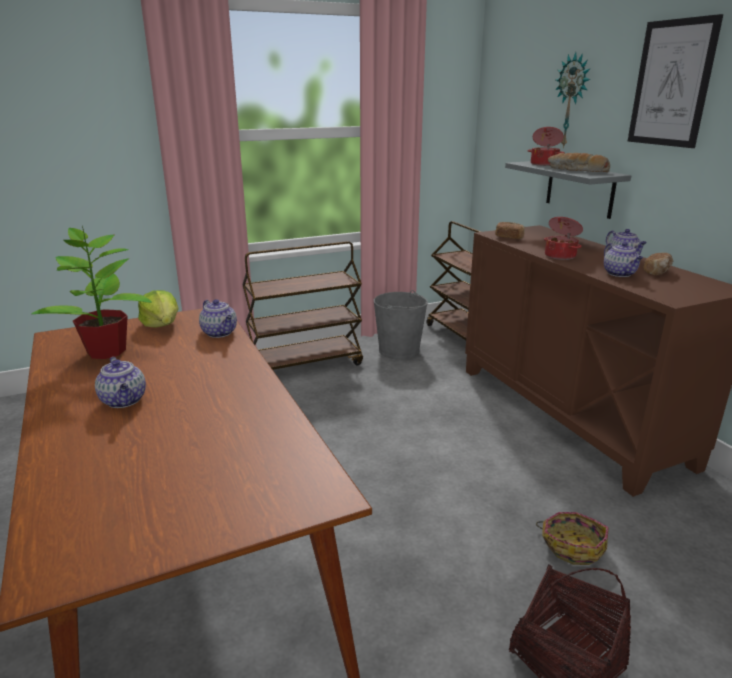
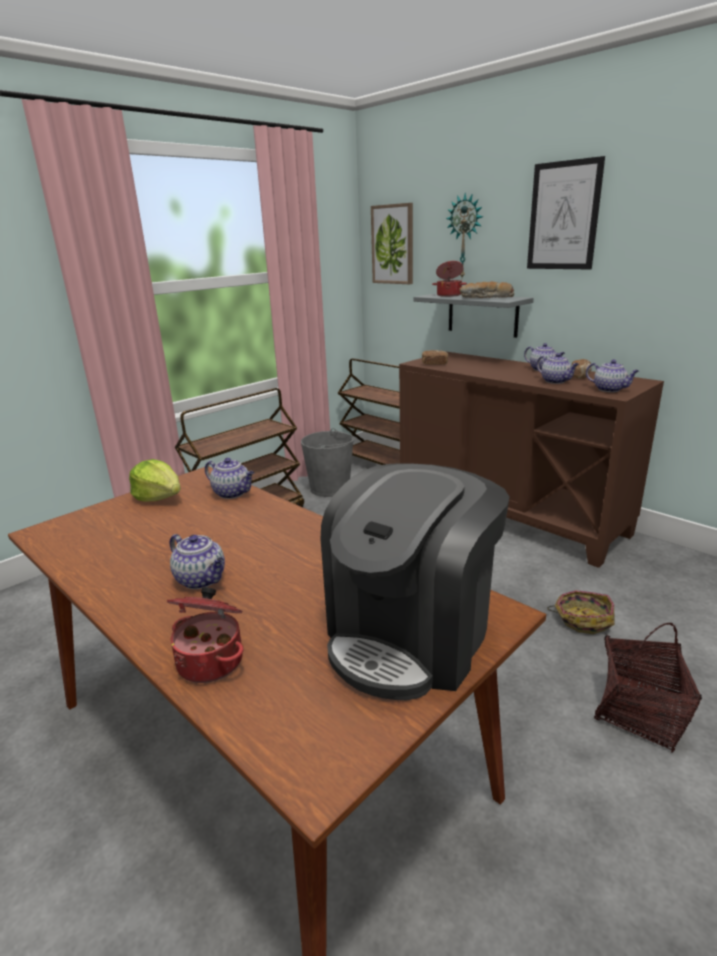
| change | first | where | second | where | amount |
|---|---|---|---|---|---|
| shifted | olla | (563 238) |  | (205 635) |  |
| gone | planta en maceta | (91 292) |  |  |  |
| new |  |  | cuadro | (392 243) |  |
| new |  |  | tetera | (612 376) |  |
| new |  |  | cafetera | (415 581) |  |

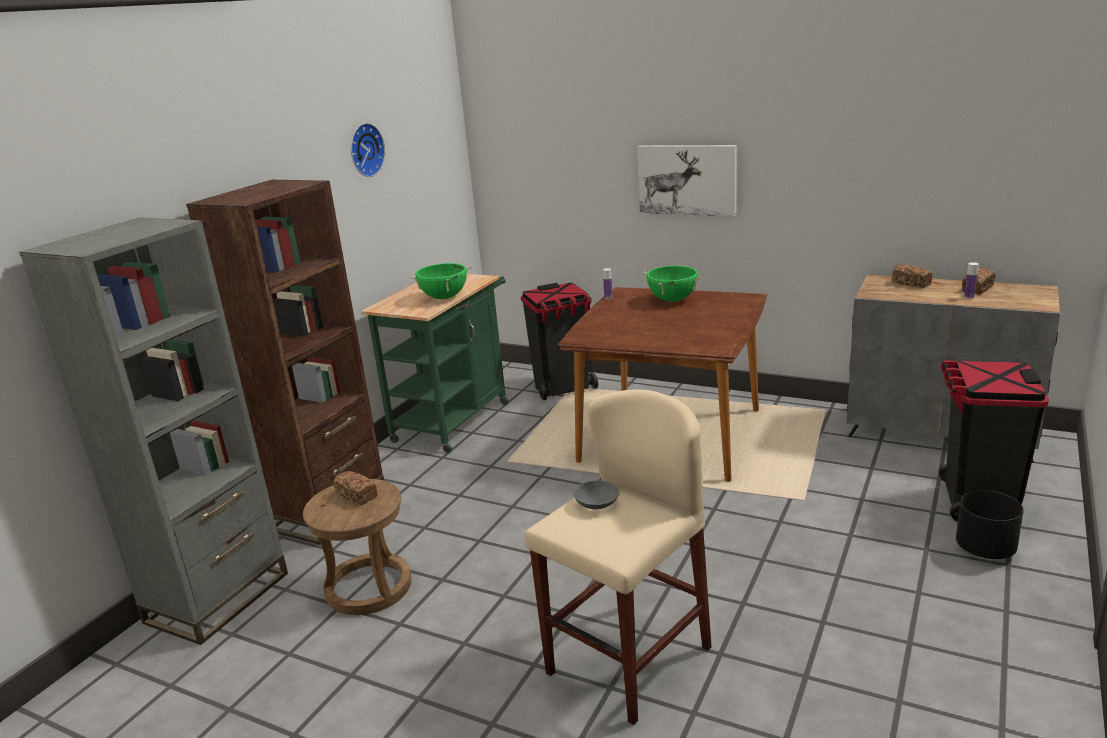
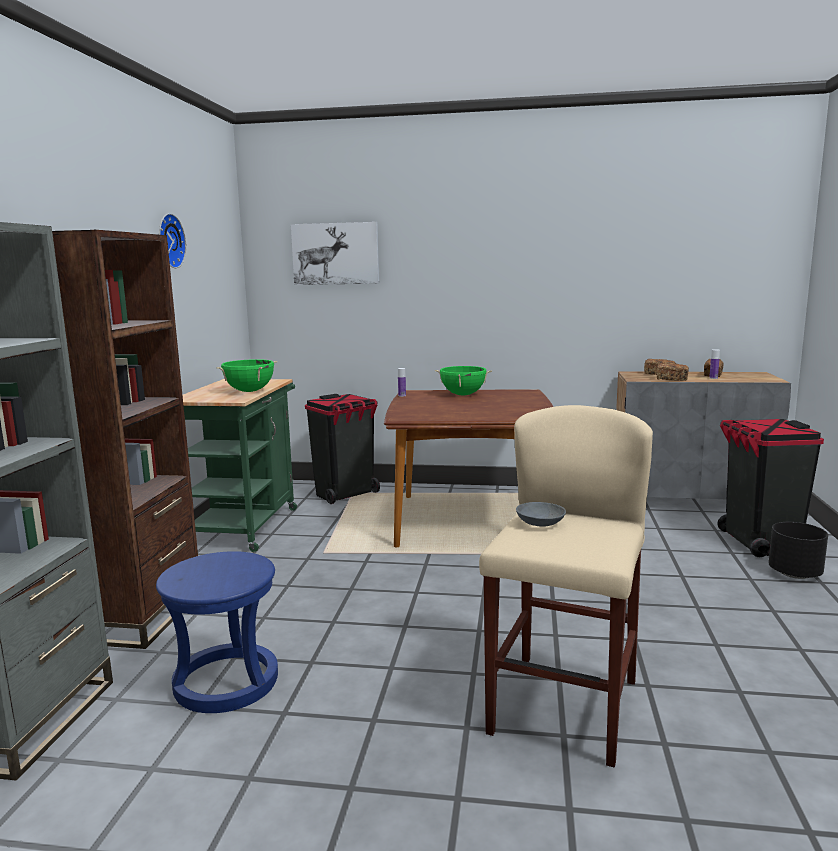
| change | first | where | second | where | amount |
|---|---|---|---|---|---|
| shifted | cuadro | (687 181) |  | (335 253) |  |
| shifted | pan | (355 488) |  | (673 372) |  |
| repainted | taburete [marrón] | (357 547) | taburete [azul] | (217 632) |  |

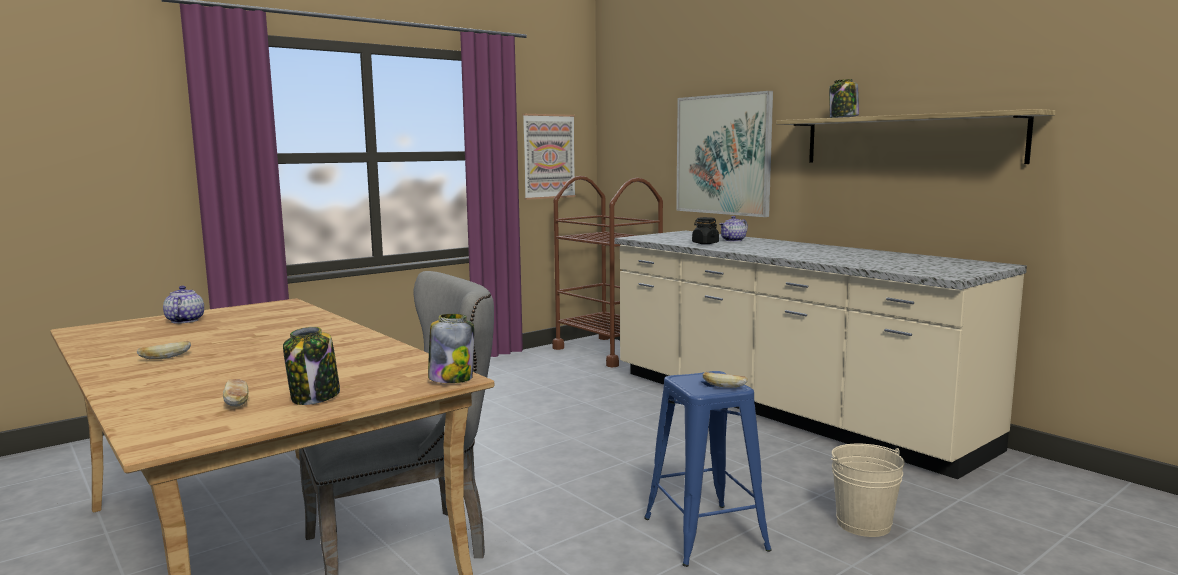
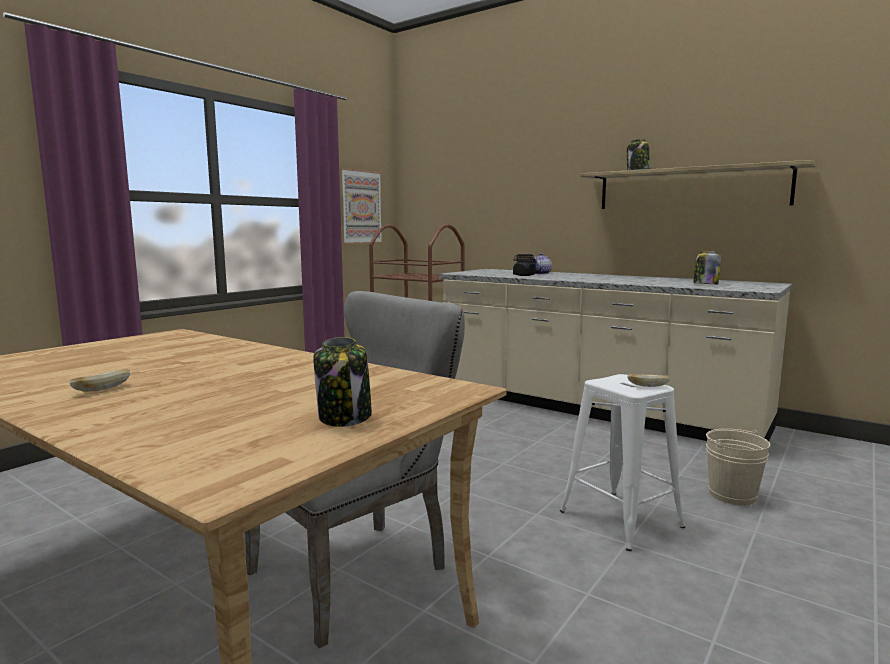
| change | first | where | second | where | amount |
|---|---|---|---|---|---|
| gone | cuadro | (724 154) |  |  |  |
| gone | tetera | (183 304) |  |  |  |
| shifted | tarro | (451 348) |  | (707 268) |  |
| repainted | taburete [azul] | (708 469) | taburete [blanco] | (622 462) |  |
| gone | pan | (236 393) |  |  |  |

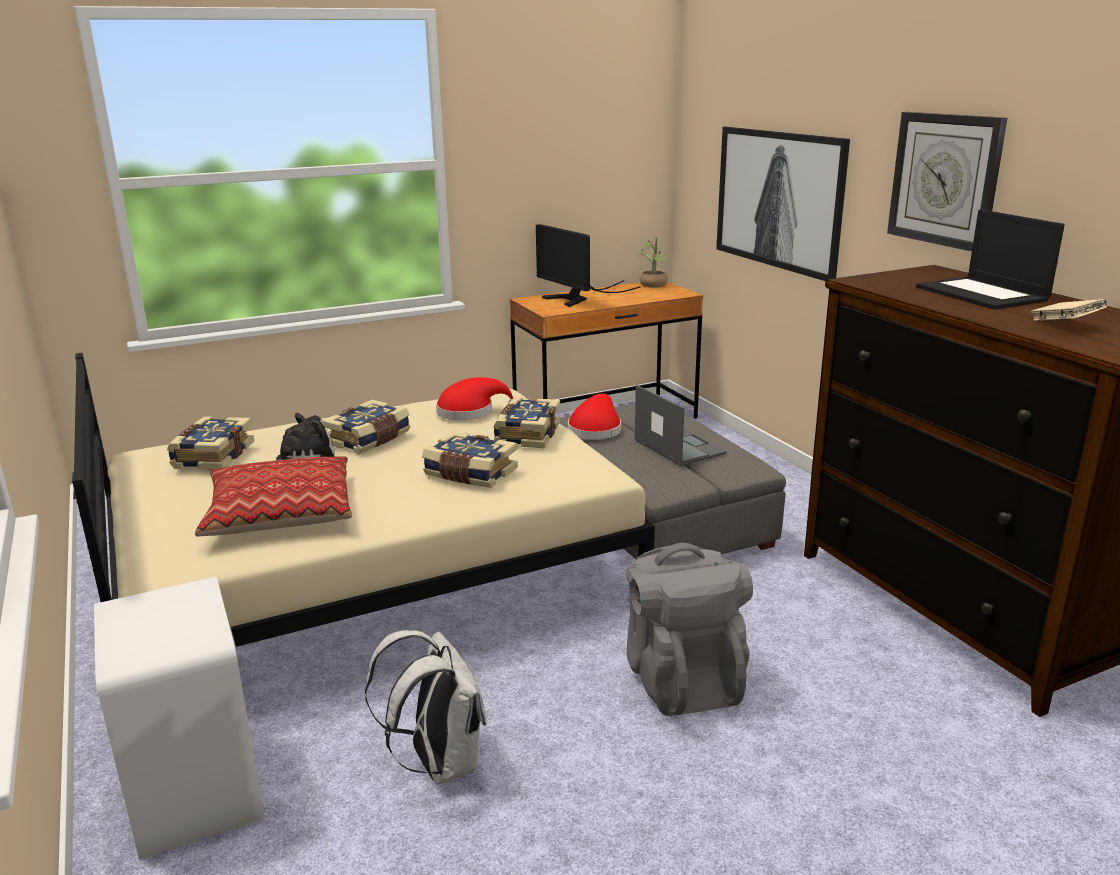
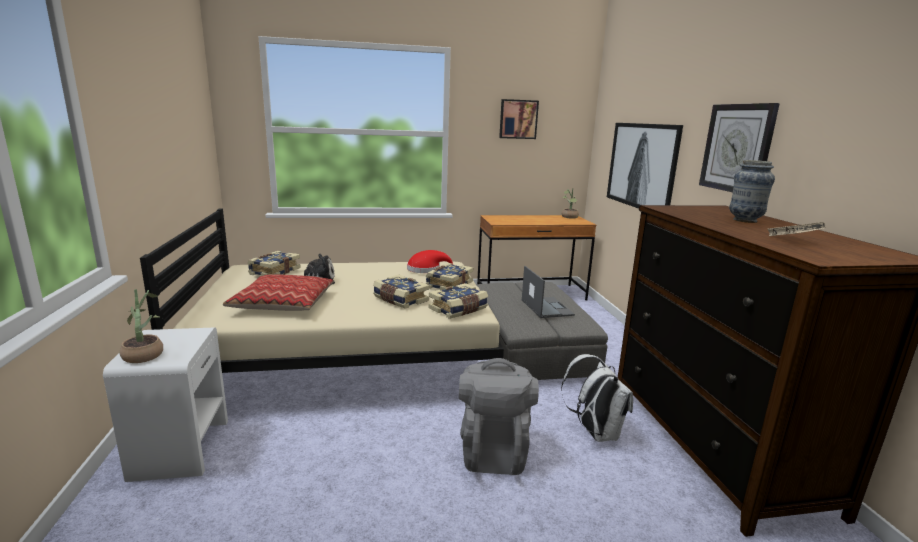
| change | first | where | second | where | amount |
|---|---|---|---|---|---|
| swapped | portátil | (990 259) | florero | (752 191) |  |
| gone | monitor | (588 265) |  |  |  |
| gone | sombrero [rojo] | (594 416) |  |  |  |
| shifted | libro | (366 427) |  | (458 301) |  |
| shifted | mochila [blanco] | (425 707) |  | (597 398) |  |
| new |  |  | cuadro | (519 119) |  |
| new |  |  | planta en maceta | (141 326) |  |

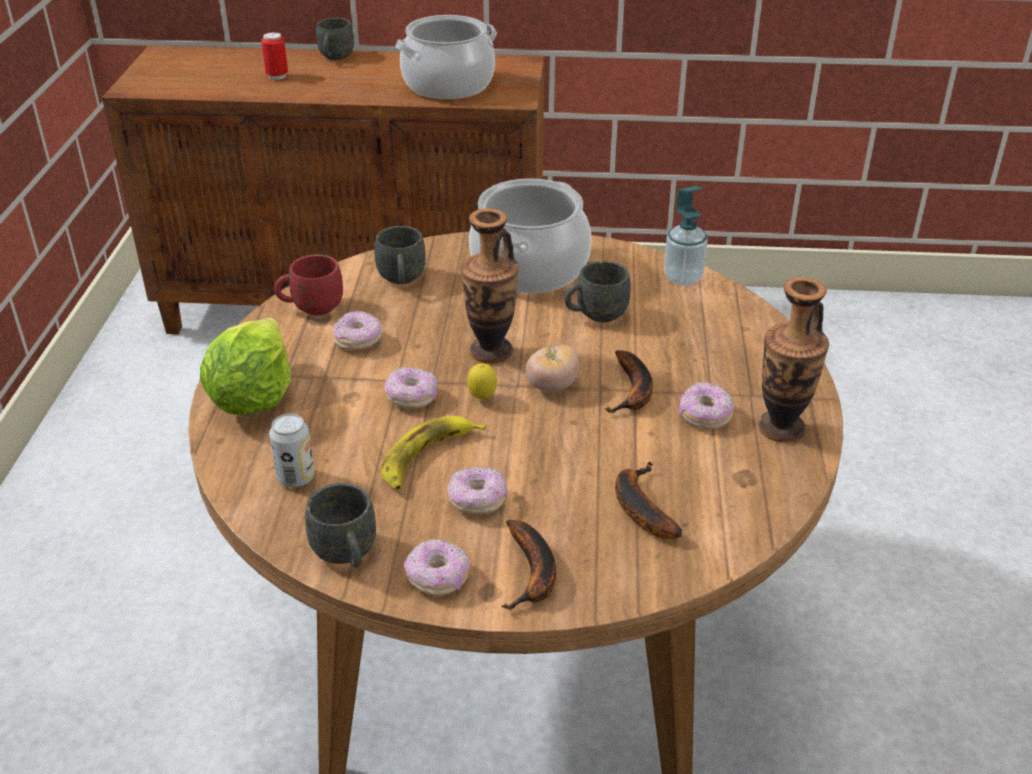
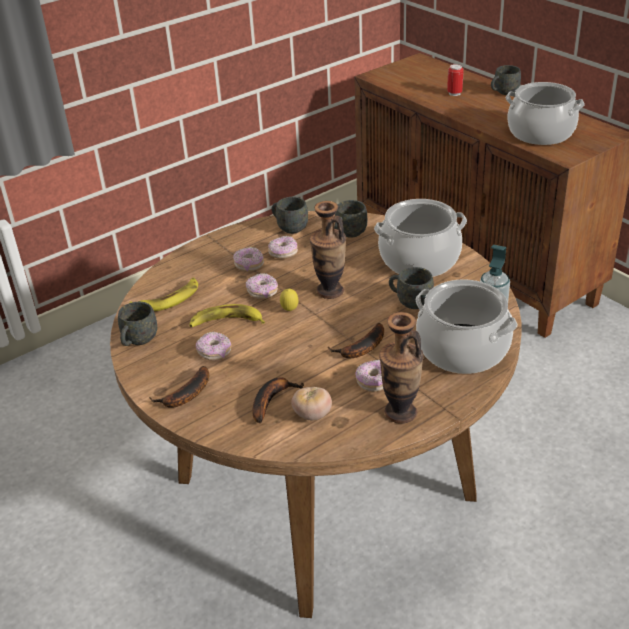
| change | first | where | second | where | amount |
|---|---|---|---|---|---|
| repainted | taza grande [rojo] | (308 284) | taza grande [gris] | (290 215) |  |
| gone | lechuga | (245 366) |  |  |  |
| shifted | tomate | (552 368) |  | (311 403) |  |
| swapped | lata | (292 450) | plátano | (163 294) |  |
| shifted | rosquilla | (437 566) |  | (248 259) |  |
| new |  |  | olla | (467 326) |  |

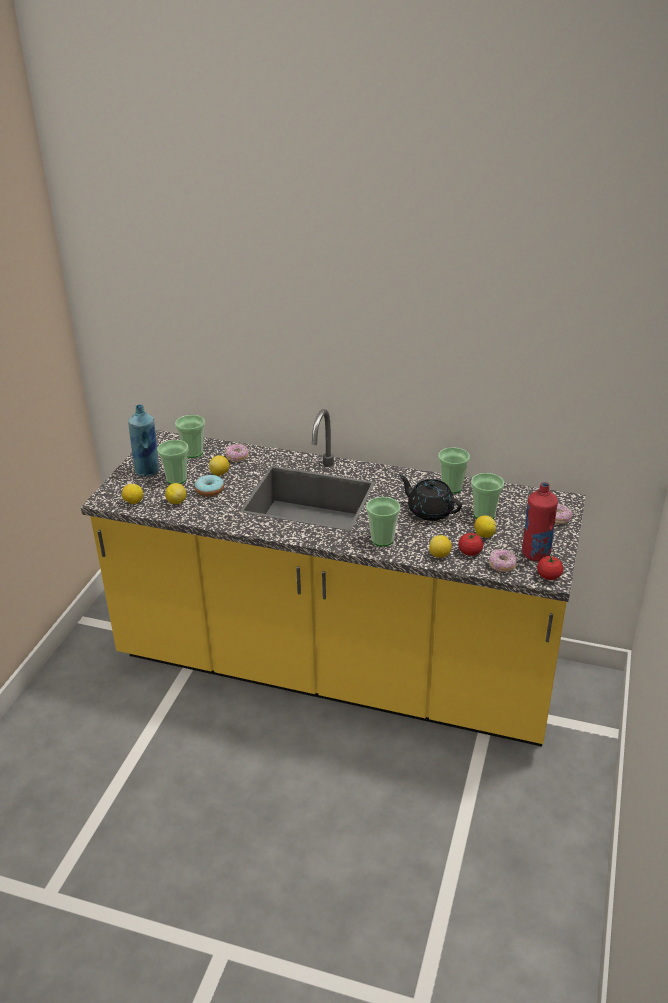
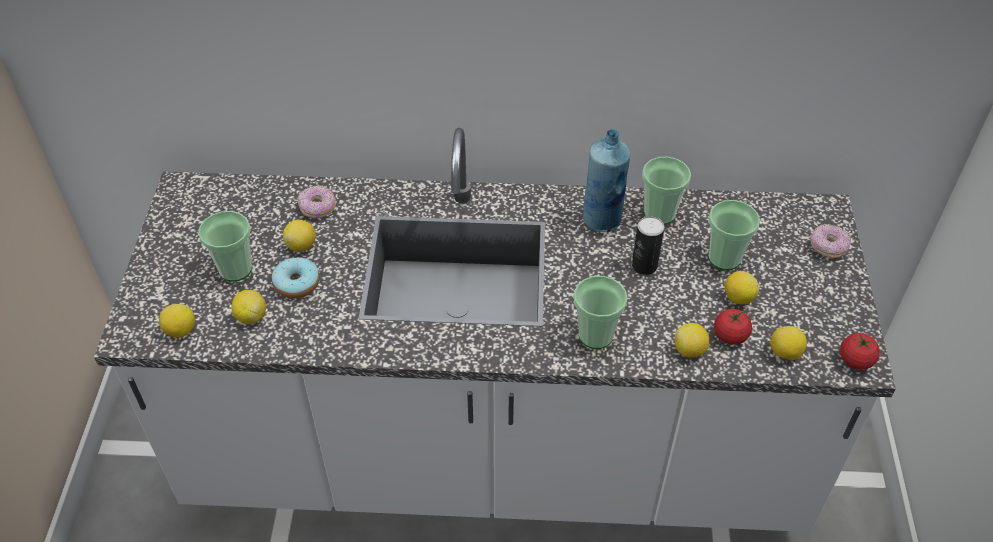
| change | first | where | second | where | amount |
|---|---|---|---|---|---|
| shifted | botella [azul] | (144 440) |  | (607 180) |  |
| repainted | mueble bajo de cocina [amarillo] | (333 578) | mueble bajo de cocina [blanco] | (495 330) |  |
| gone | taza | (190 436) |  |  |  |
| swapped | tetera [negro] | (430 498) | lata | (648 245) |  |
| gone | botella [rojo] | (540 521) |  |  |  |
| swapped | rosquilla | (503 560) | limón | (788 343) |  |

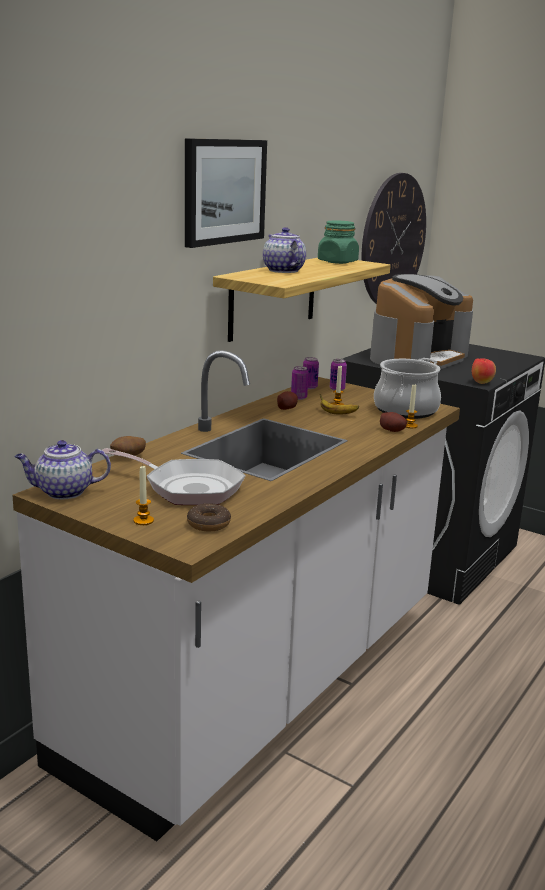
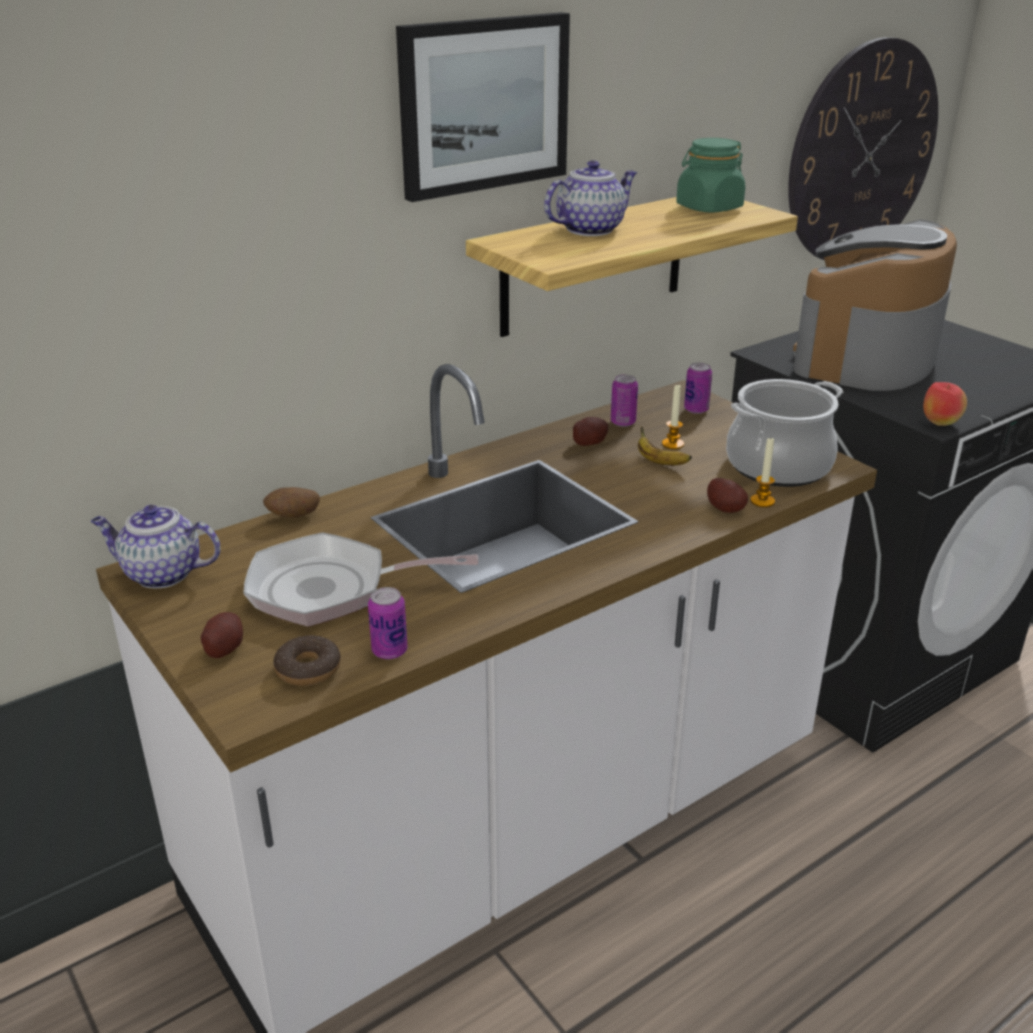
| change | first | where | second | where | amount |
|---|---|---|---|---|---|
| rotated | tetera | (284 250) |  | (590 198) | 60 degrees clockwise |
| rotated | cafetera | (421 321) |  | (875 305) | 150 degrees clockwise |
| shifted | lata | (311 373) |  | (388 623) |  |
| rotated | sartén | (174 476) |  | (361 579) | 135 degrees clockwise |
| swapped | vela | (143 495) | patata | (222 635) |  |

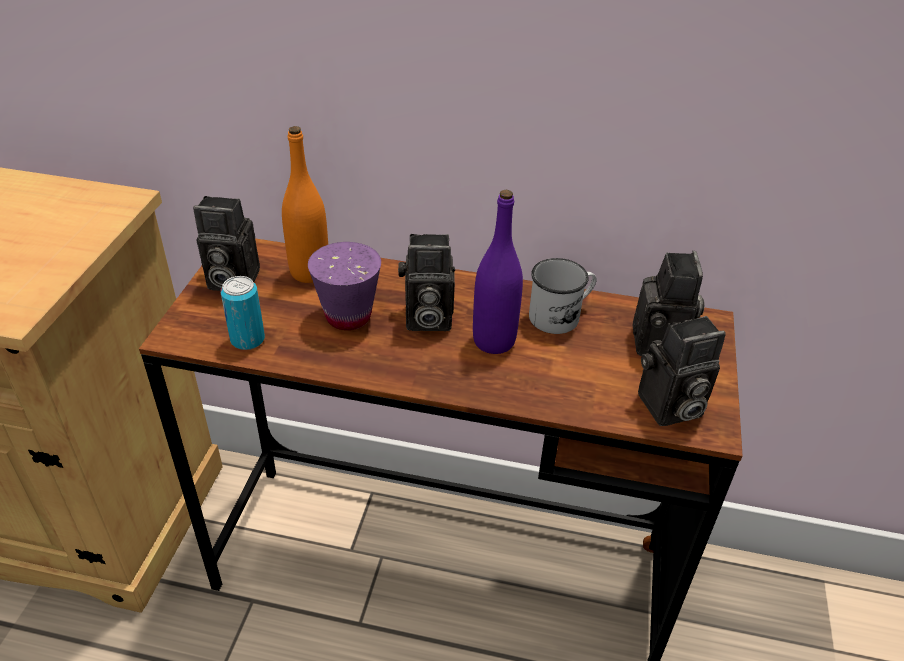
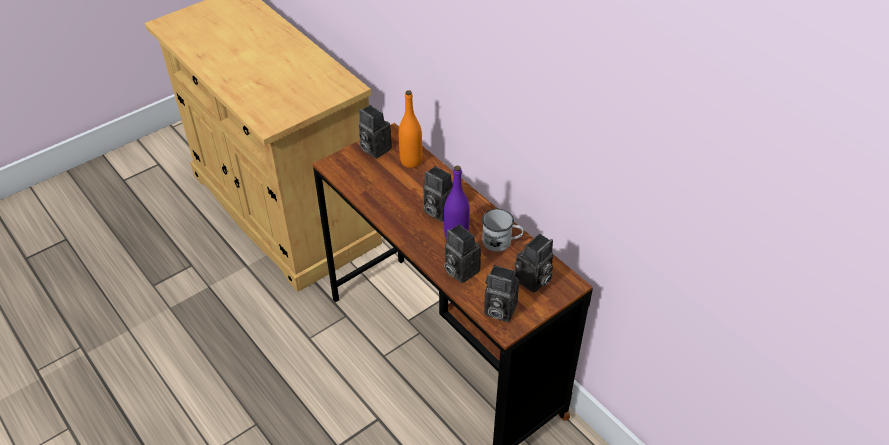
| change | first | where | second | where | amount |
|---|---|---|---|---|---|
| gone | taza [morado] | (344 286) |  |  |  |
| gone | lata | (243 313) |  |  |  |
| new |  |  | cámara | (462 253) |  |

